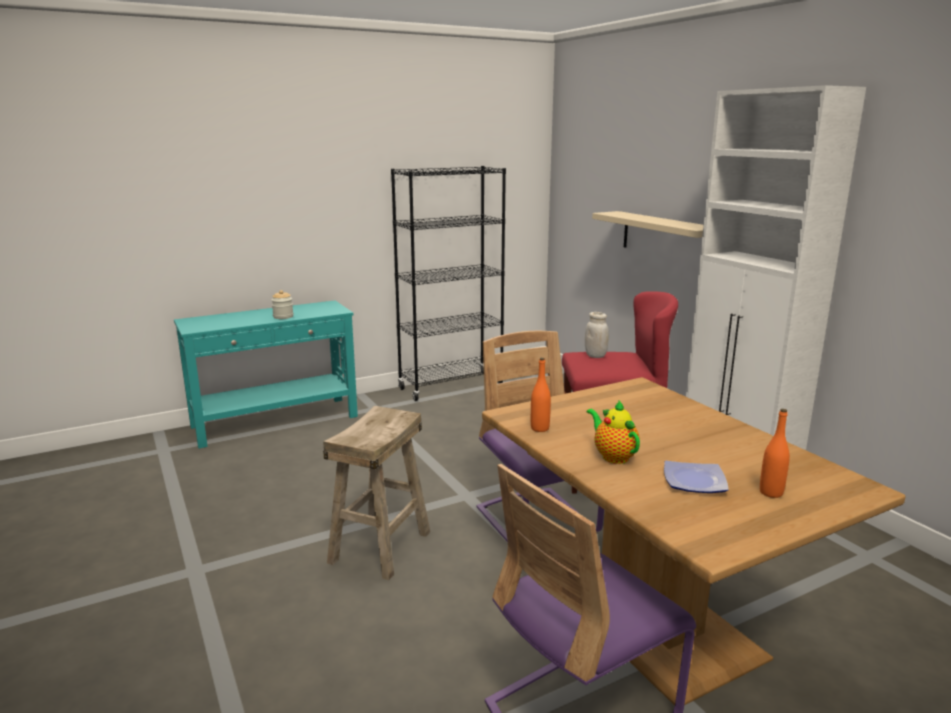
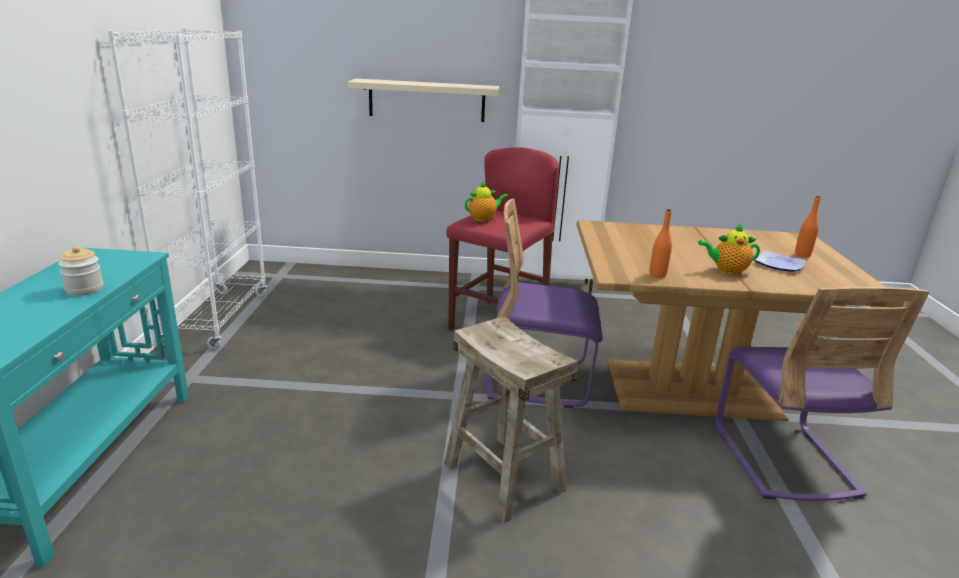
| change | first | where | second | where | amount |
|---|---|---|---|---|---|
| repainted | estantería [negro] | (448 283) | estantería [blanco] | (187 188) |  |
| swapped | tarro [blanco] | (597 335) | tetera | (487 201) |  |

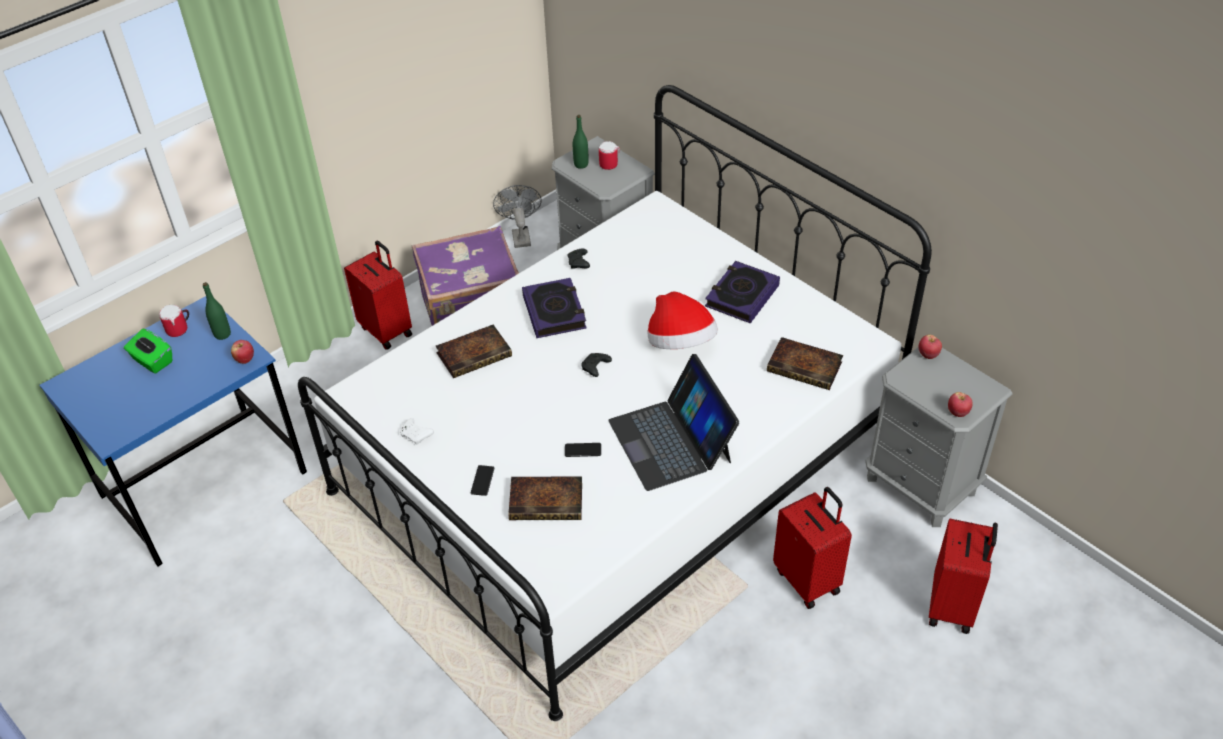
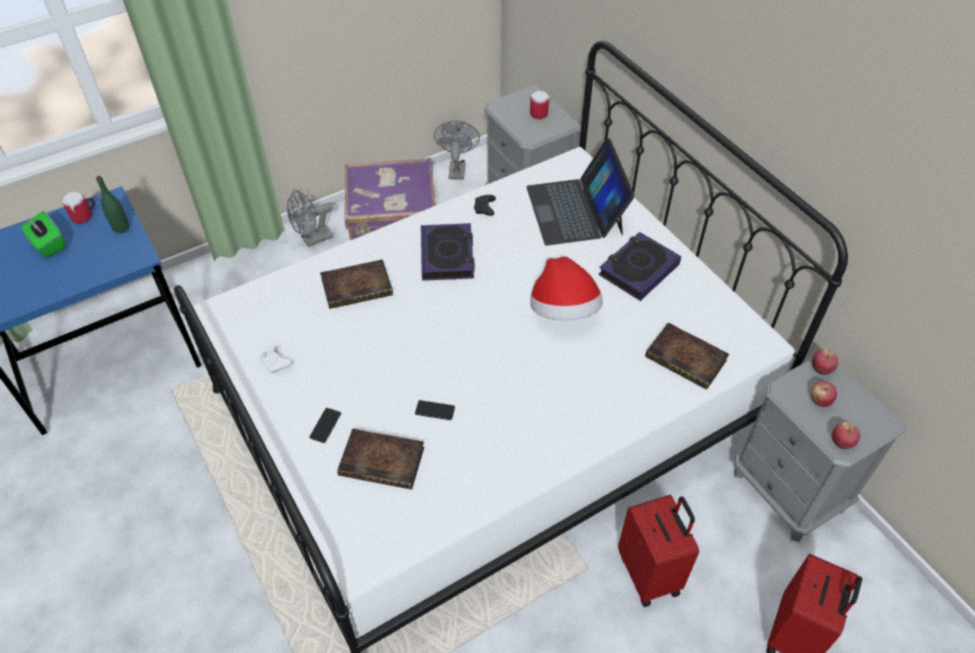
| change | first | where | second | where | amount |
|---|---|---|---|---|---|
| gone | botella [verde] | (581 142) |  |  |  |
| swapped | maleta [rojo] | (378 295) | ventilador [gris] | (310 218) |  |
| shifted | manzana | (242 352) |  | (824 394) |  |
| gone | mando de consola [negro] | (596 365) |  |  |  |
| shifted | portátil | (673 422) |  | (581 192) |  |

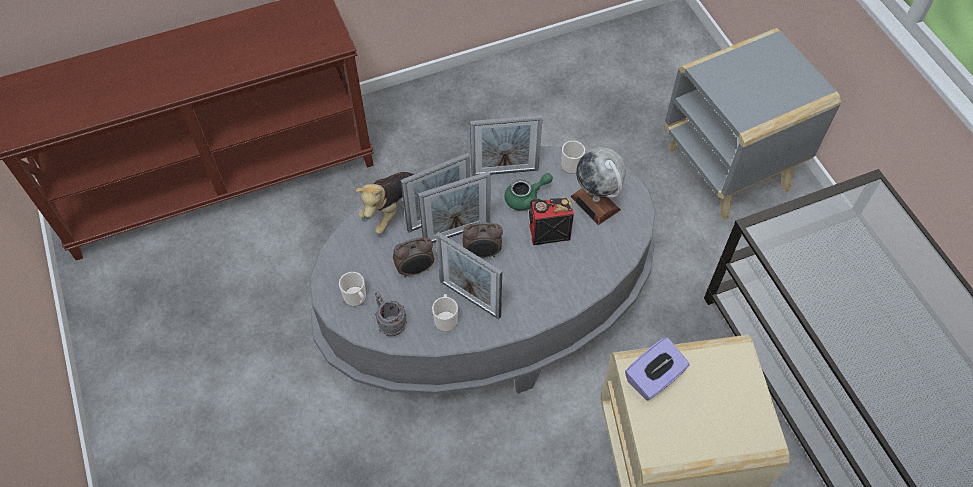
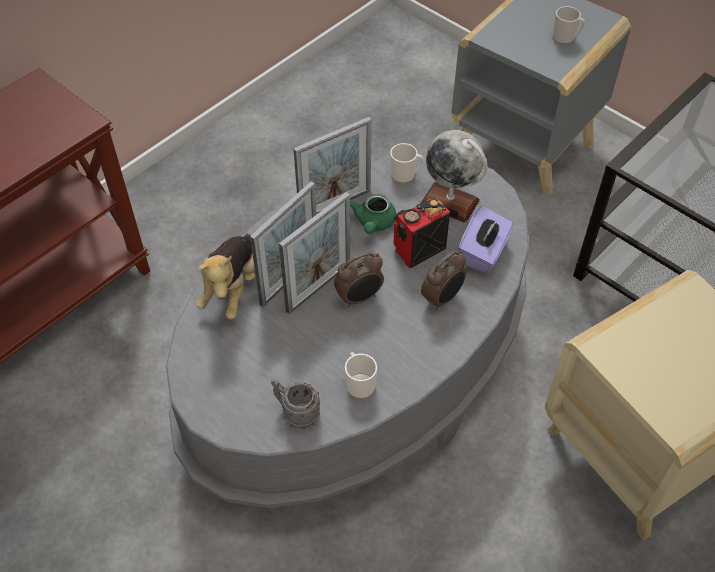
| change | first | where | second | where | amount |
|---|---|---|---|---|---|
| rotated | tetera [verde] | (529 192) |  | (373 214) | 150 degrees clockwise |
| gone | portarretratos | (469 275) |  |  |  |
| shifted | despertador | (413 257) |  | (443 280) |  |
| shifted | taza grande | (352 289) |  | (568 25) |  |
| shifted | caja de pañuelos [morado] | (657 369) |  | (485 239) |  |

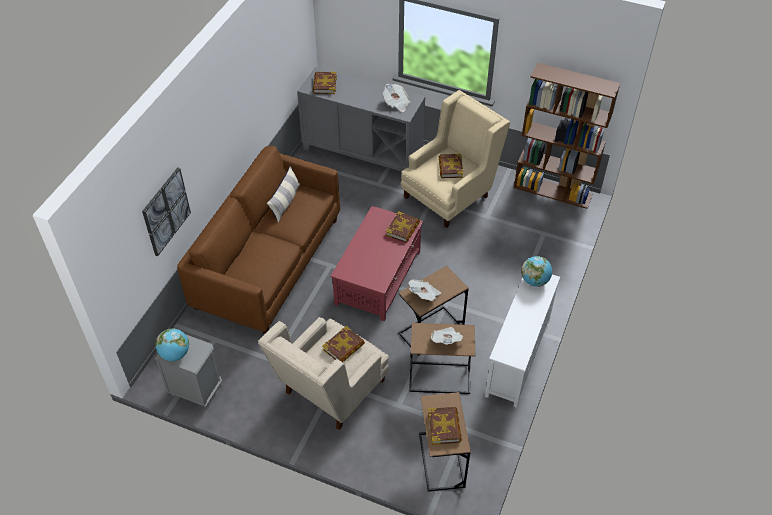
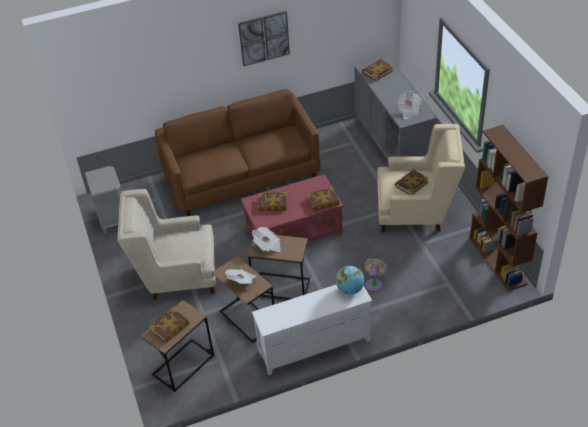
| change | first | where | second | where | amount |
|---|---|---|---|---|---|
| gone | cojín | (283 194) |  |  |  |
| shifted | cuadro | (166 211) |  | (264 38) |  |
| shifted | libro | (343 344) |  | (273 201) |  |
| gone | globo terráqueo | (172 345) |  |  |  |
| new |  |  | ventilador [beis] | (375 274) |  |

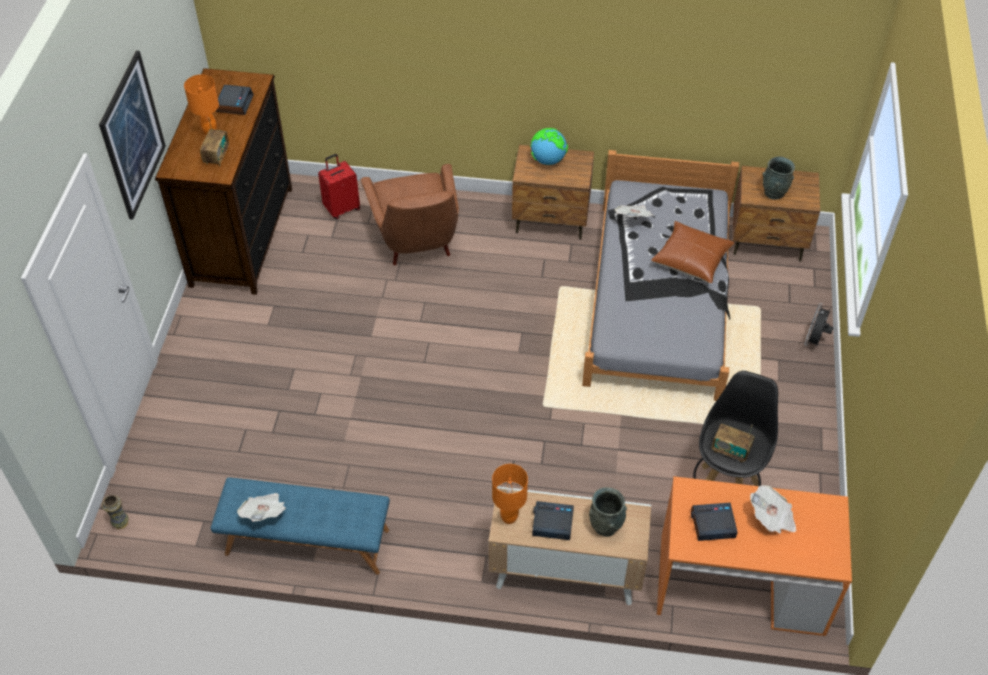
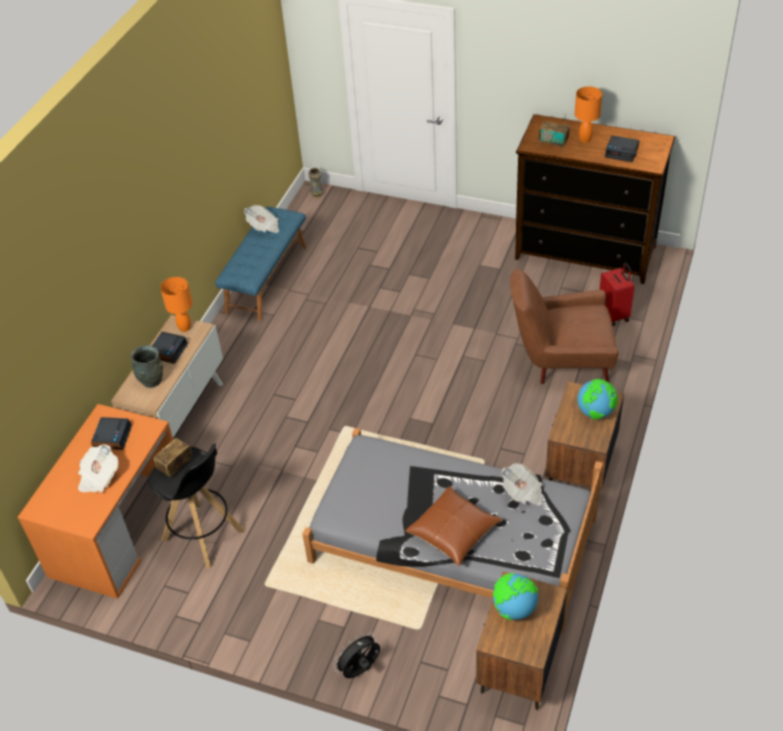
| change | first | where | second | where | amount |
|---|---|---|---|---|---|
| gone | cuadro | (132 135) |  |  |  |
| swapped | florero [gris] | (778 178) | globo terráqueo | (515 596) |  |
| rotated | ventilador [negro] | (818 325) |  | (356 655) | 75 degrees counterclockwise |

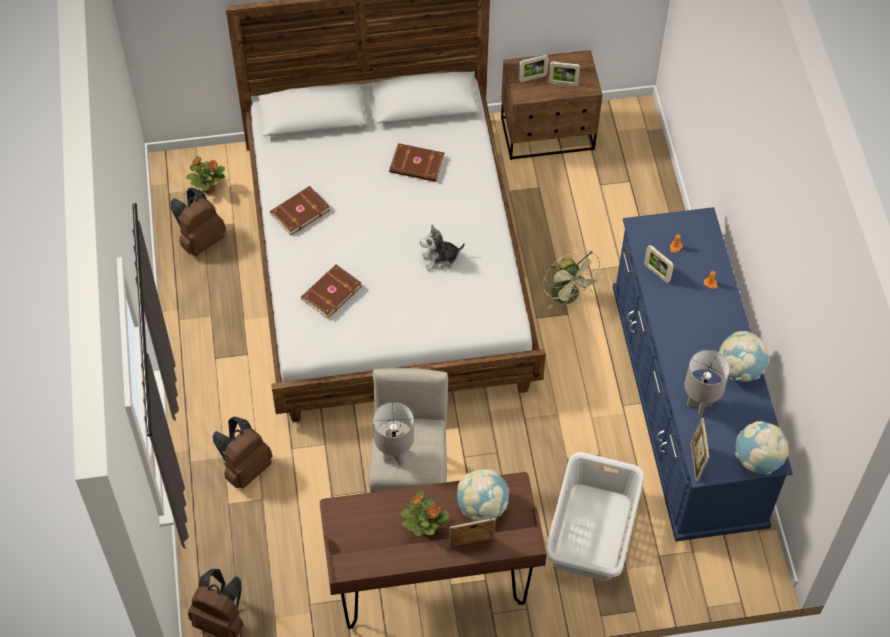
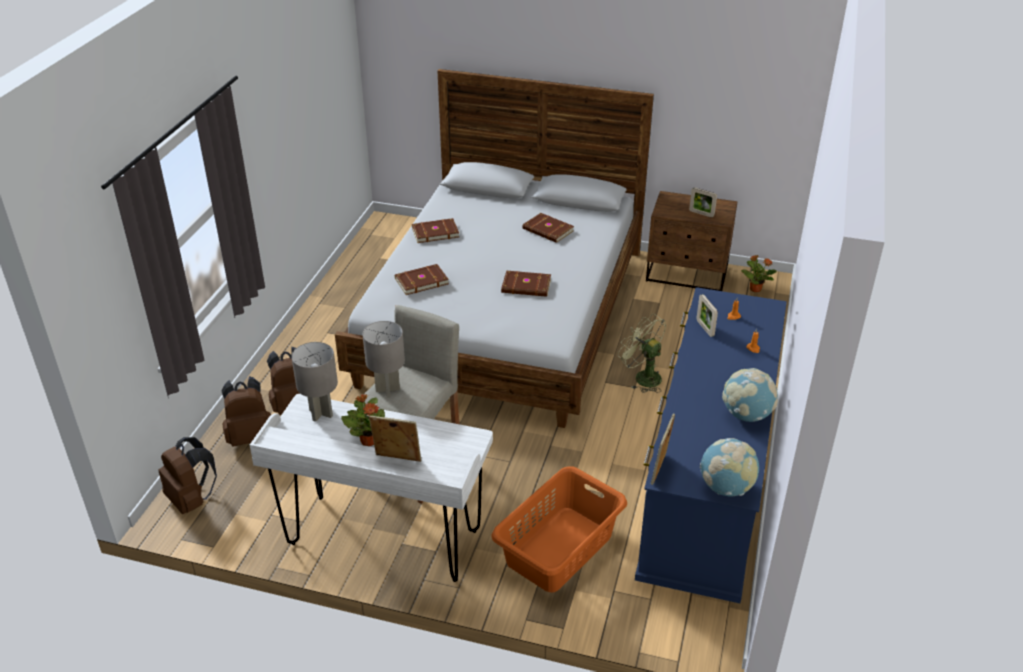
| change | first | where | second | where | amount |
|---|---|---|---|---|---|
| gone | portarretratos | (534 68) |  |  |  |
| shifted | planta en maceta | (205 175) |  | (759 273) |  |
| shifted | mochila [marrón] | (198 222) |  | (246 411) |  |
| swapped | peluche | (442 248) | libro [marrón] | (526 283) |  |
| rotated | ventilador [verde] | (573 280) |  | (642 353) | 135 degrees clockwise |
| shifted | lámpara de mesa [gris] | (707 383) |  | (314 382) |  |
| repainted | cesto de la ropa [gris] | (595 516) | cesto de la ropa [naranja] | (559 529) |  |
| gone | globo terráqueo | (483 495) |  |  |  |
| repainted | escritorio [marrón] | (433 550) | escritorio [blanco] | (371 488) |  |

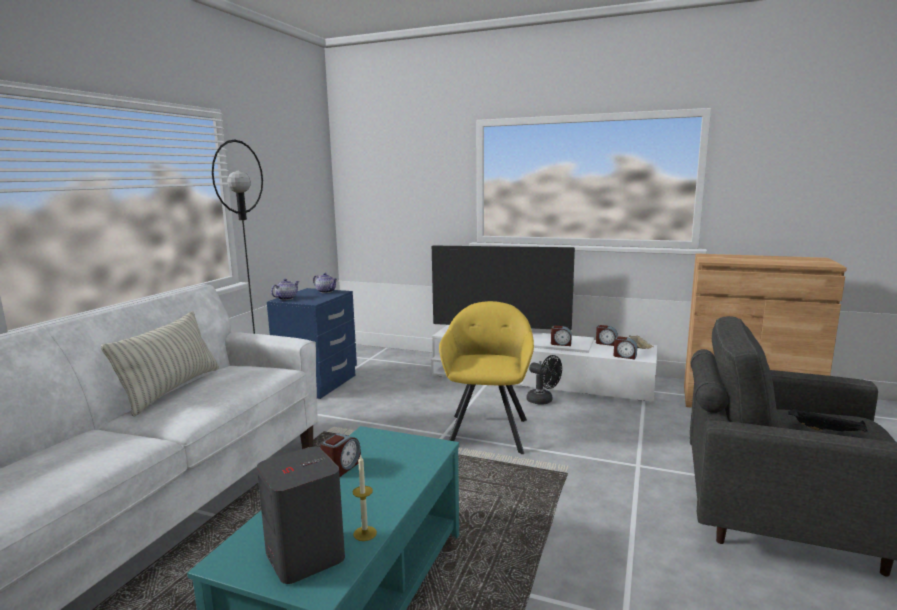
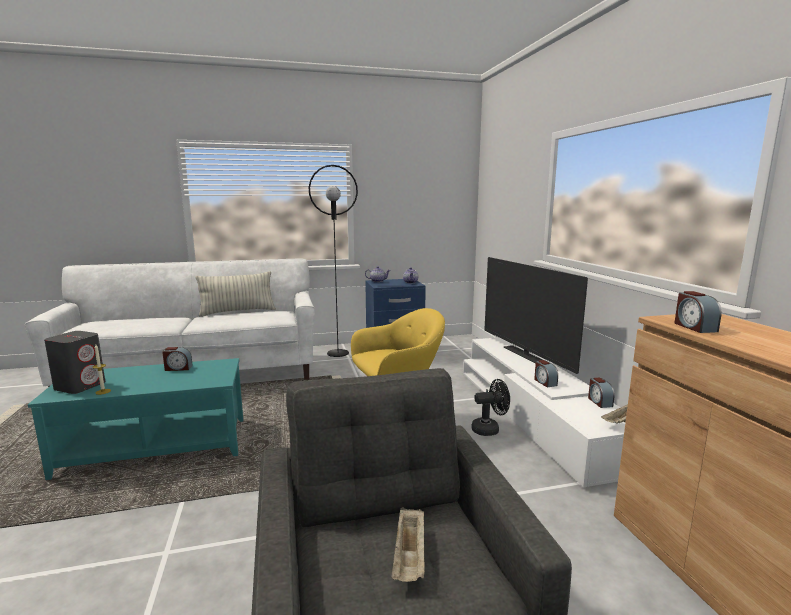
| change | first | where | second | where | amount |
|---|---|---|---|---|---|
| shifted | despertador | (625 347) |  | (698 312) |  |
| rotated | ventilador [negro] | (544 380) |  | (490 407) | 105 degrees counterclockwise |
| repainted | bandeja [negro] | (828 420) | bandeja [beis] | (408 544) |  |

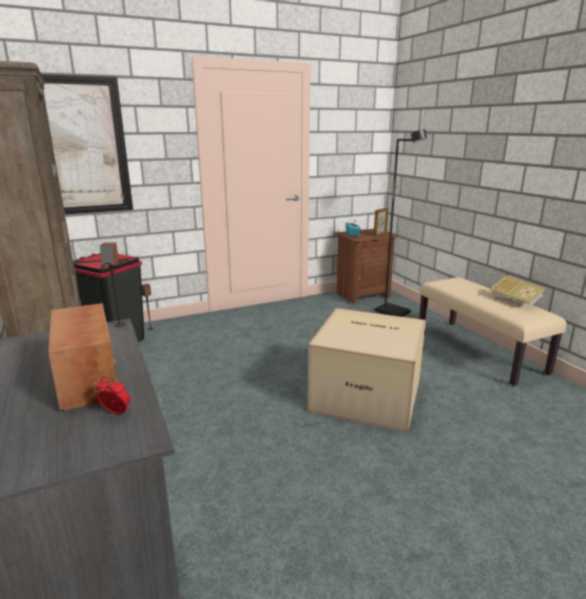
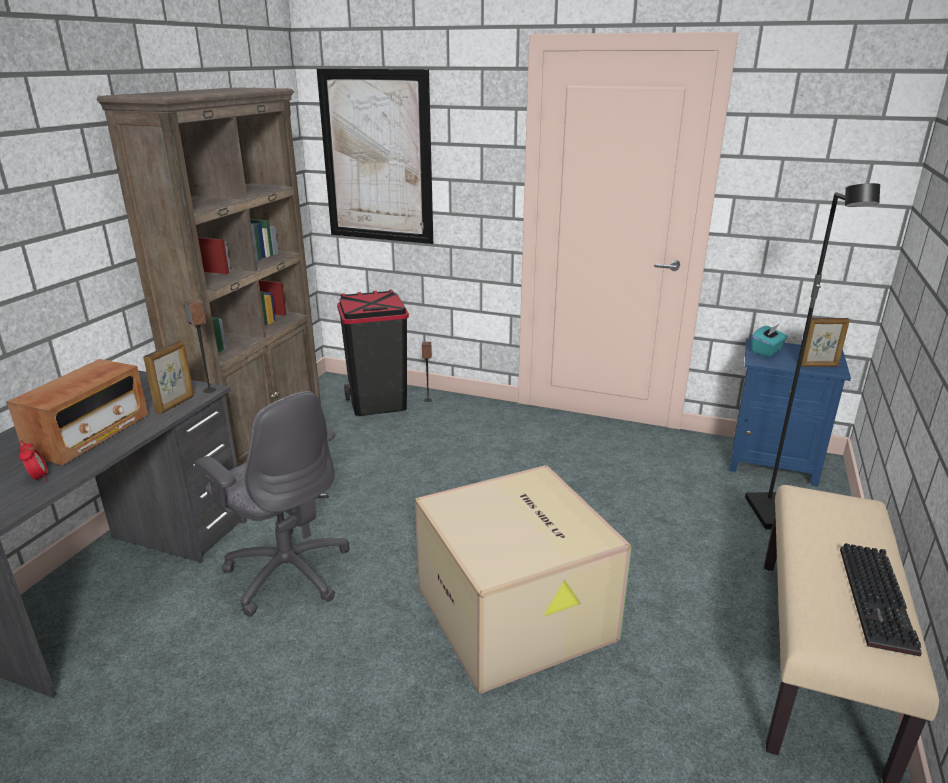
| change | first | where | second | where | amount |
|---|---|---|---|---|---|
| repainted | mesita de noche [marrón] | (366 266) | mesita de noche [azul] | (790 412) |  |
| swapped | libro | (517 292) | teclado | (881 600) |  |
| new |  |  | portarretratos | (168 378) |  |
| new |  |  | silla de oficina [gris] | (272 504) |  |

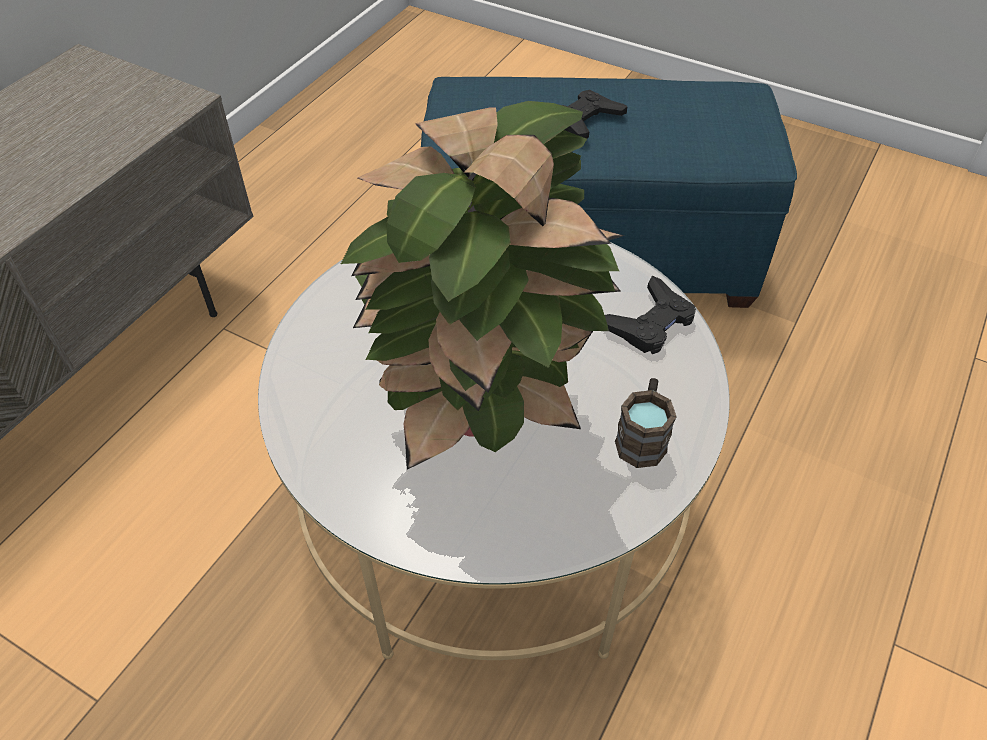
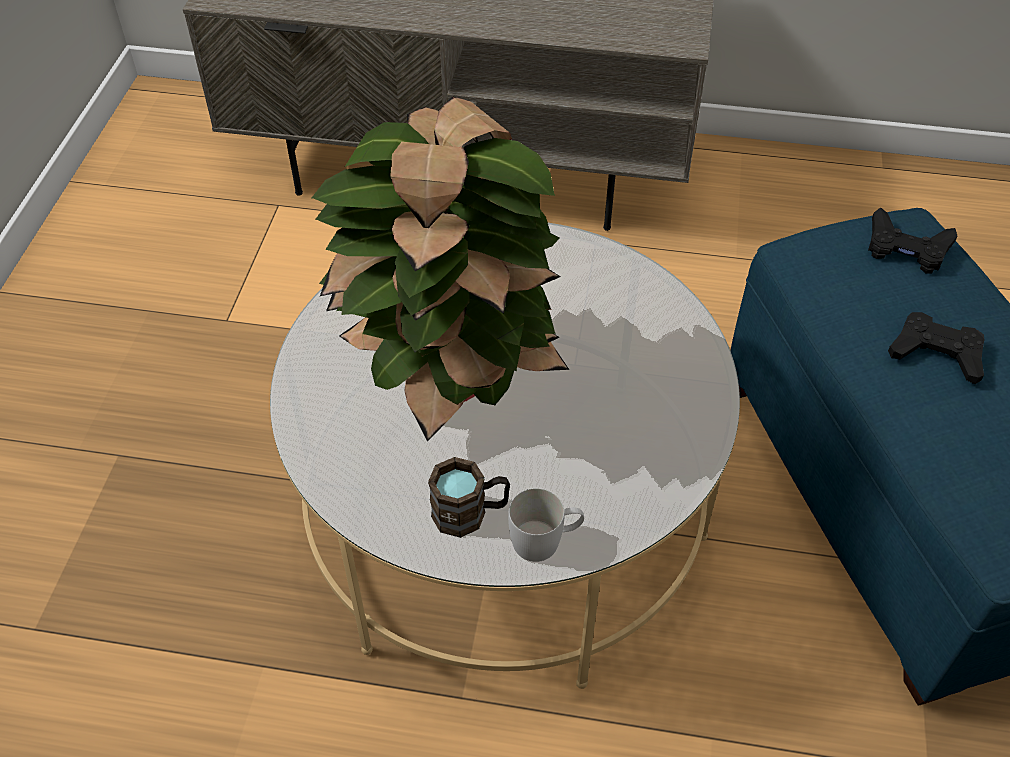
| change | first | where | second | where | amount |
|---|---|---|---|---|---|
| shifted | mando de consola [negro] | (650 315) |  | (912 240) |  |
| new |  |  | taza grande [blanco] | (546 525) |  |

